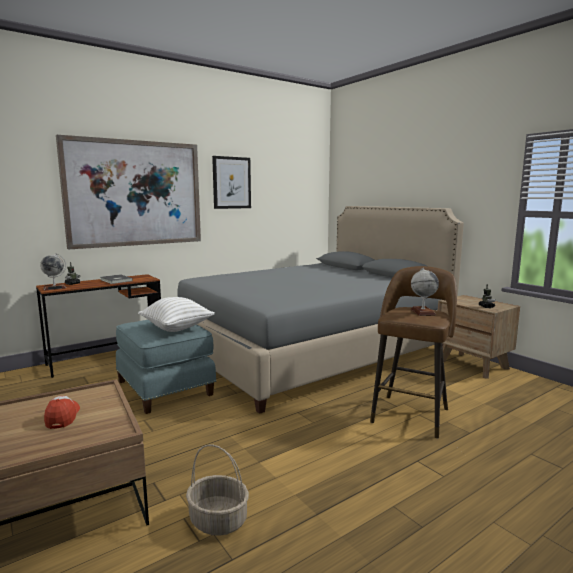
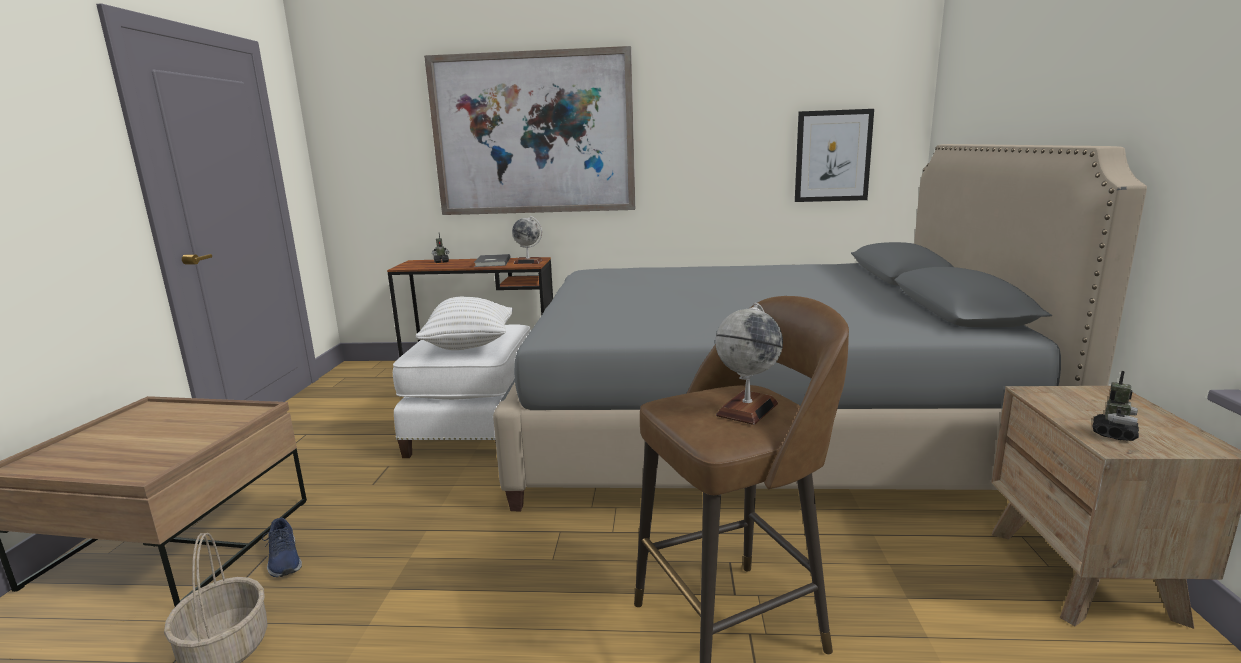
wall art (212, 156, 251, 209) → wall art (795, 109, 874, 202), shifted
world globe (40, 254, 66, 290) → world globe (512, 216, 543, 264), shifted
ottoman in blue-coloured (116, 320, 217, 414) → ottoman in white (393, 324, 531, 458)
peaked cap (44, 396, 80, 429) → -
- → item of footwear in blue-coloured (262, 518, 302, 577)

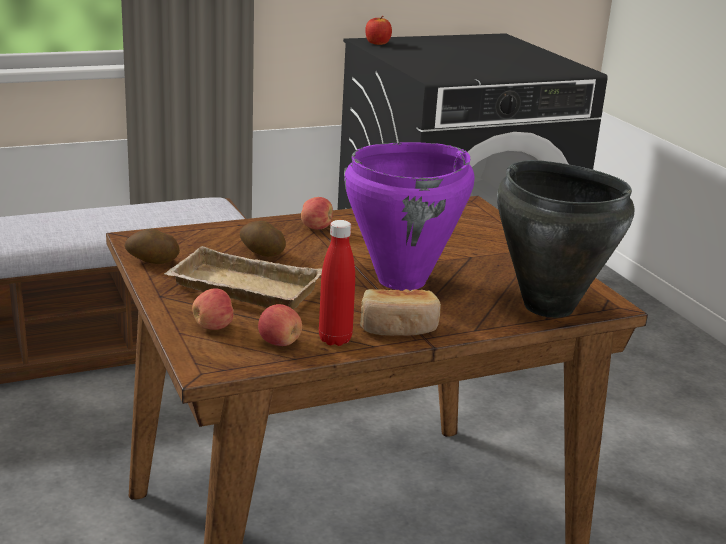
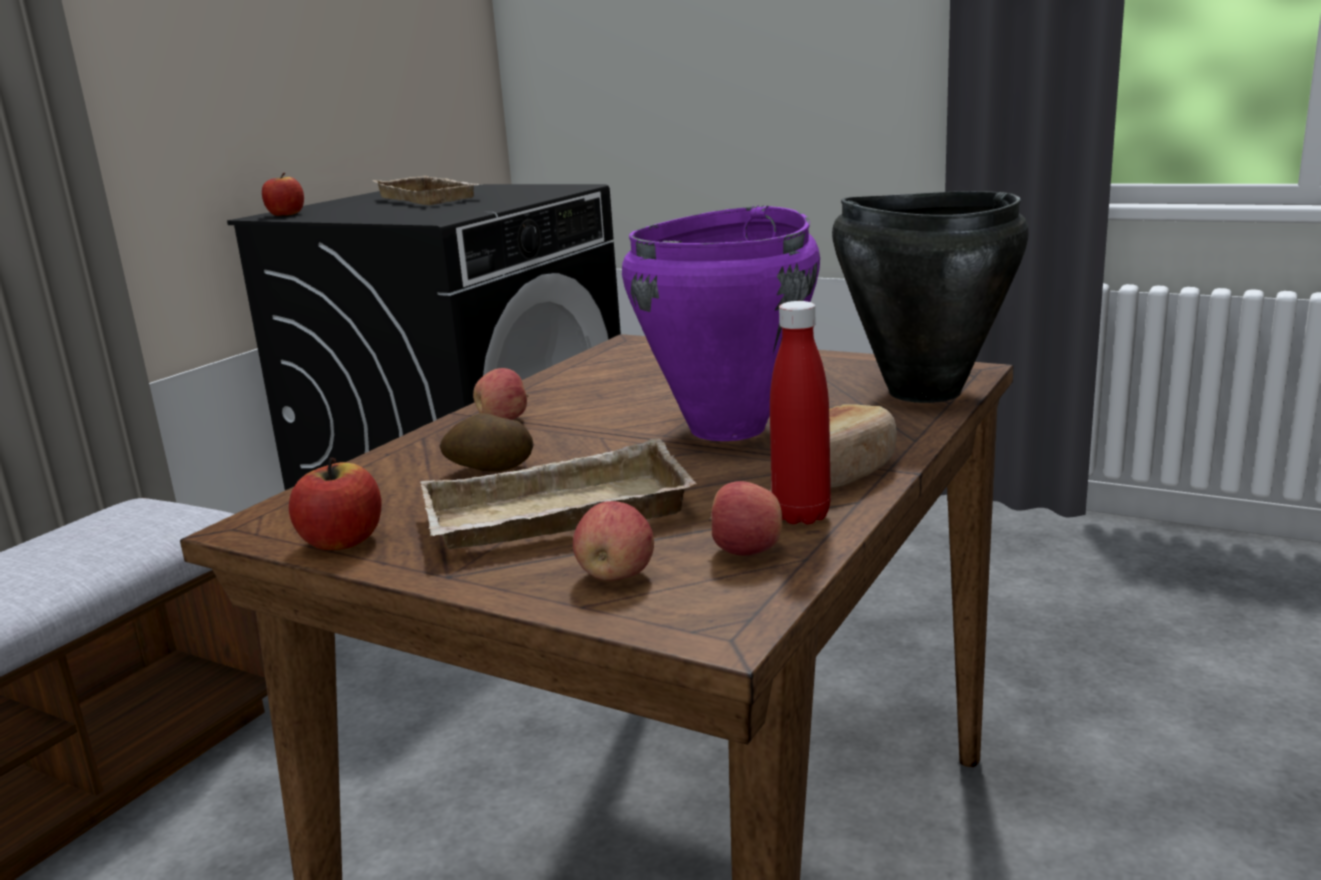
potato (125, 228, 180, 264) → apple fruit (289, 458, 381, 550)
- → carrying tray in beige-coloured (372, 176, 481, 205)

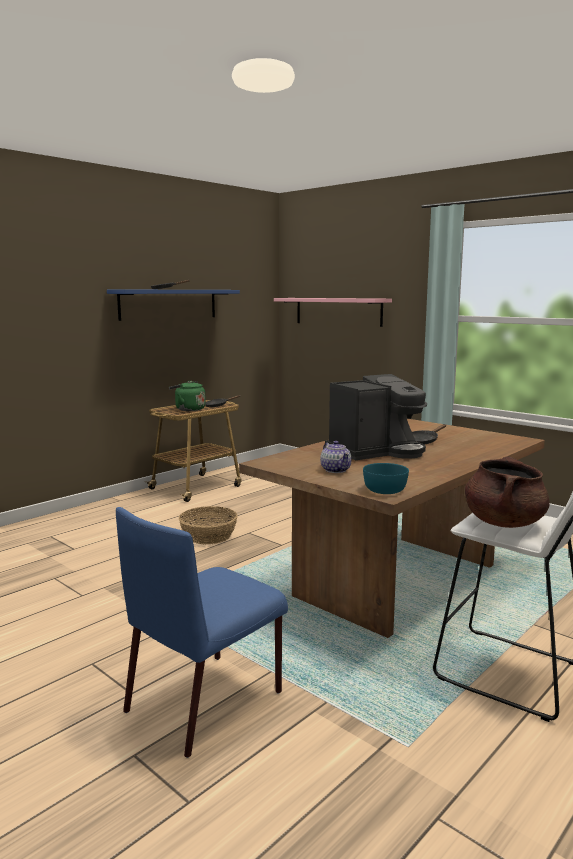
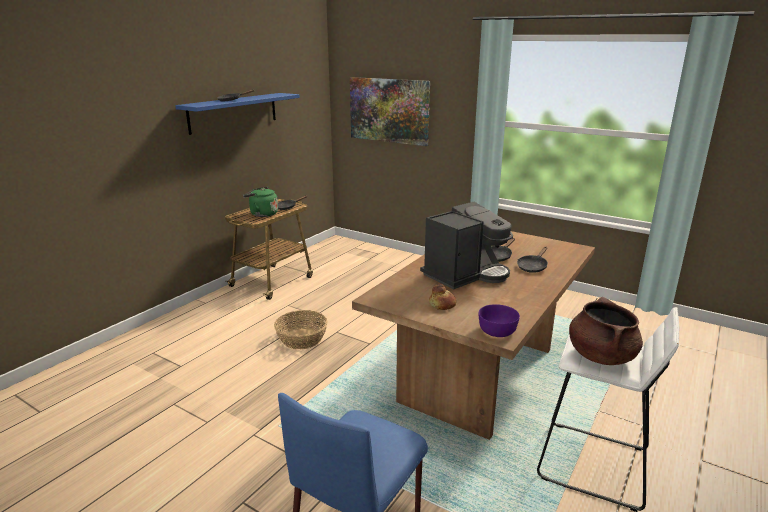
shelf in pink (274, 298, 392, 327) → wall art (350, 77, 430, 146)
teapot (320, 441, 352, 473) → baked bread (429, 284, 456, 310)
bowl in blue-green (363, 463, 409, 494) → bowl in purple-coloured (479, 304, 520, 337)
- → skillet in black (517, 247, 548, 273)

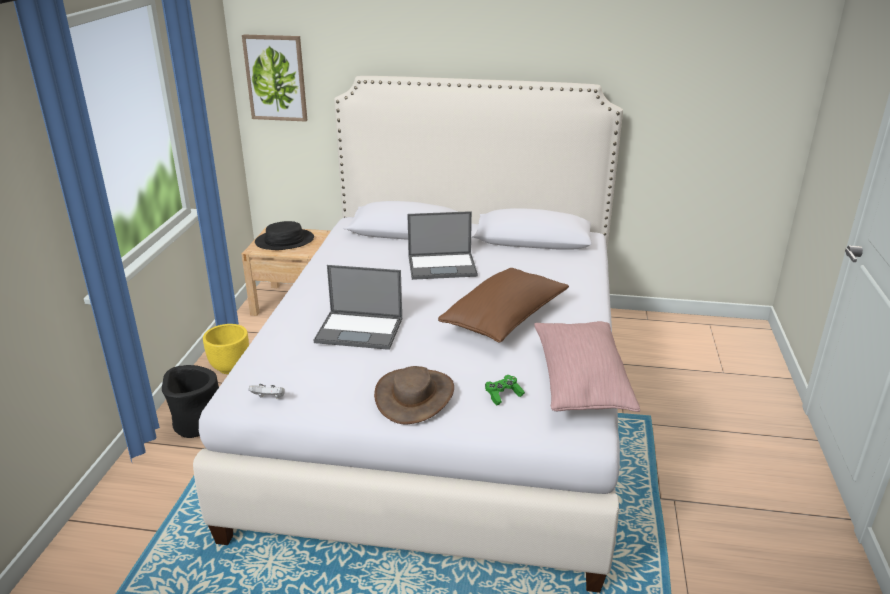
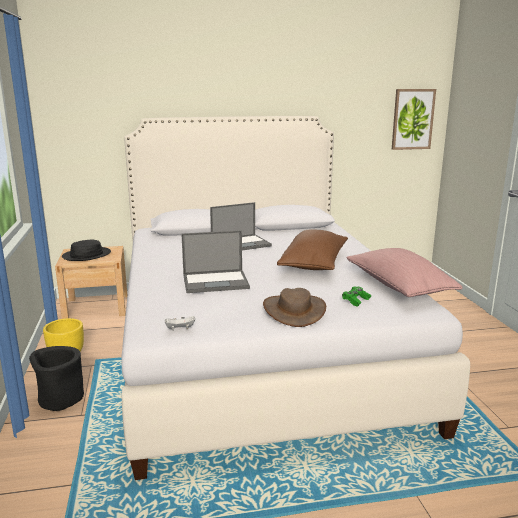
wall art (242, 35, 307, 122) → wall art (392, 89, 436, 150), shifted

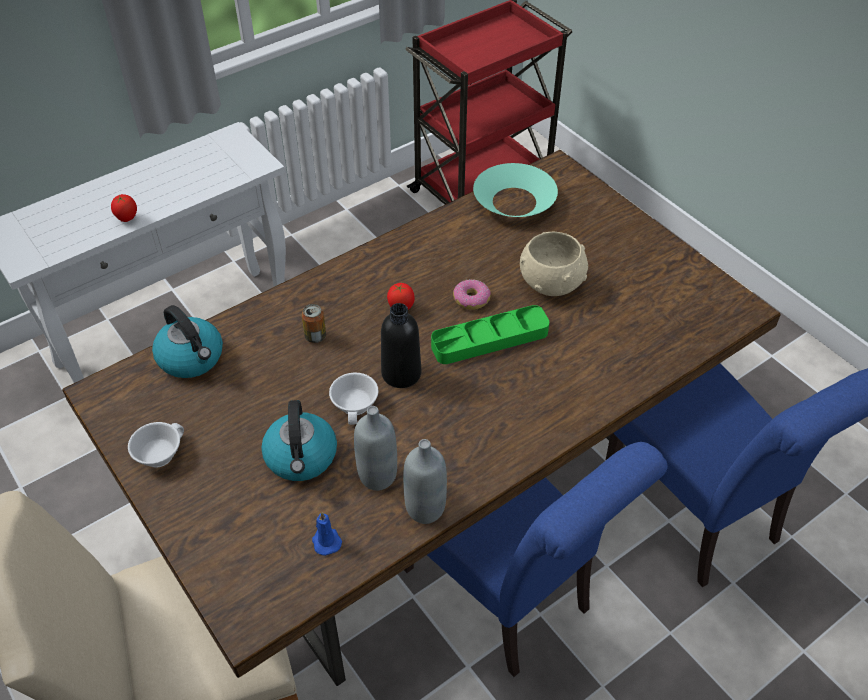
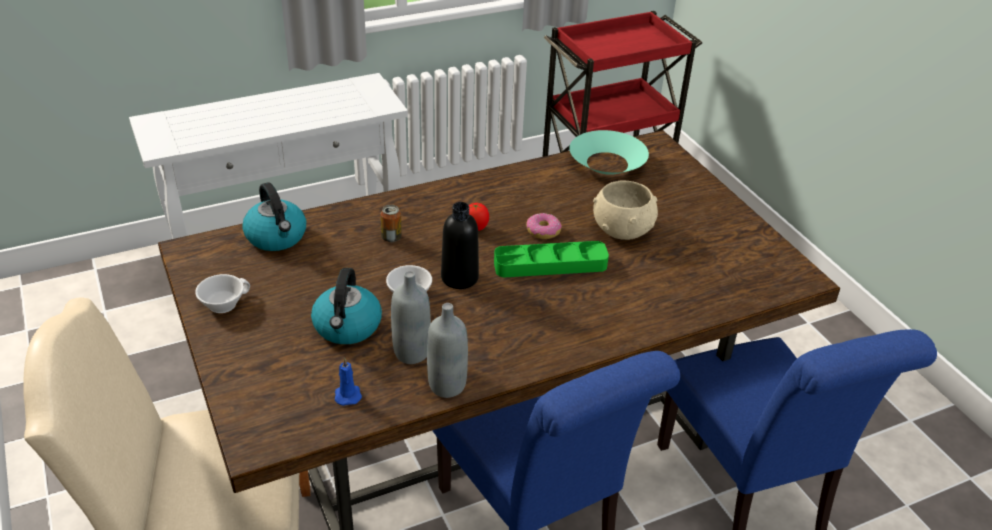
fresh tomato (111, 194, 137, 222) → -

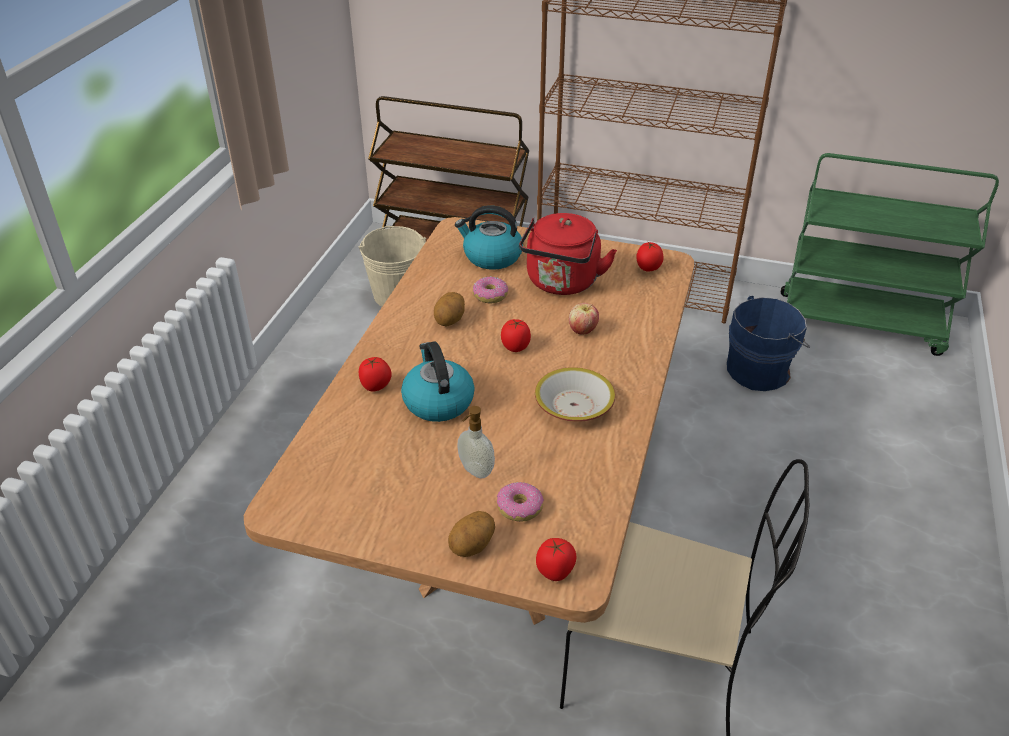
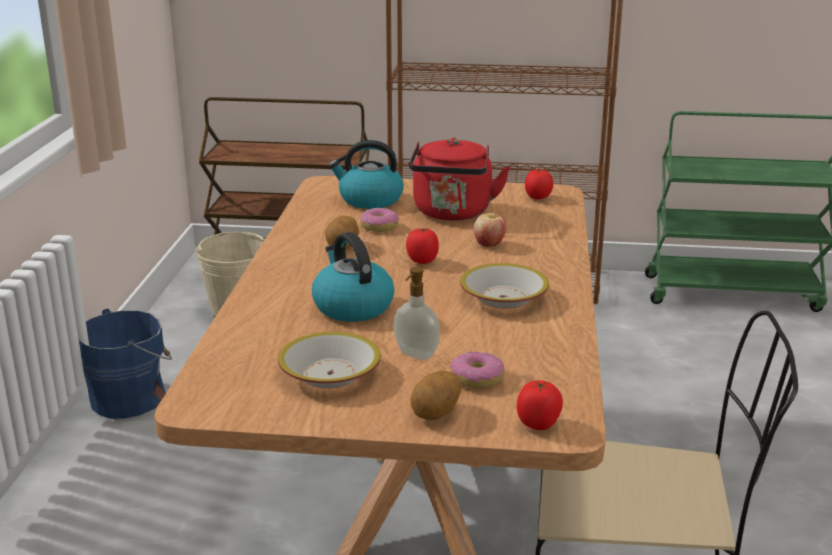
pail in blue-coloured (727, 295, 810, 391) → pail in blue-coloured (79, 308, 172, 419), shifted
fresh tomato (359, 357, 392, 392) → -
- → bowl (278, 332, 381, 388)

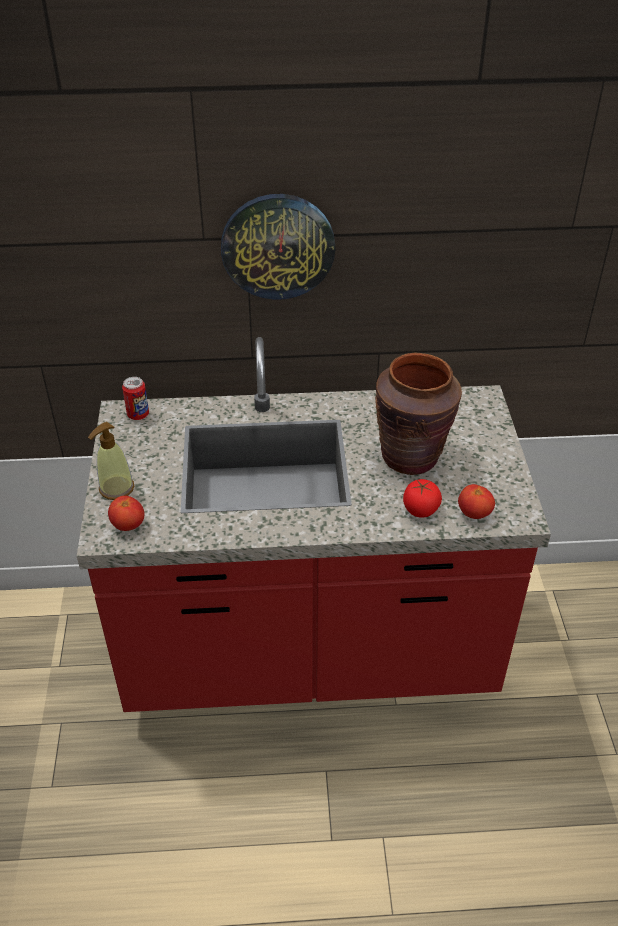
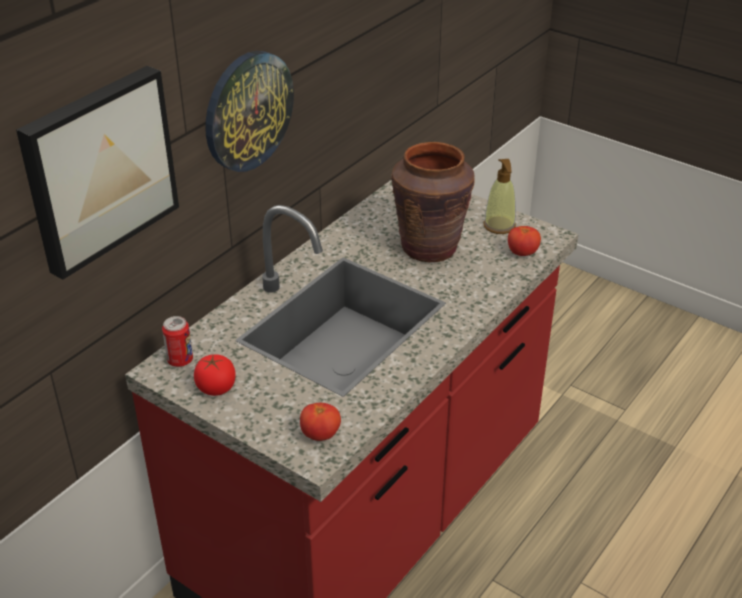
liquid soap bottle (88, 422, 134, 500) → liquid soap bottle (483, 159, 516, 234), shifted
fresh tomato (403, 479, 442, 518) → fresh tomato (194, 354, 236, 396), shifted
- → wall art (16, 66, 179, 280)

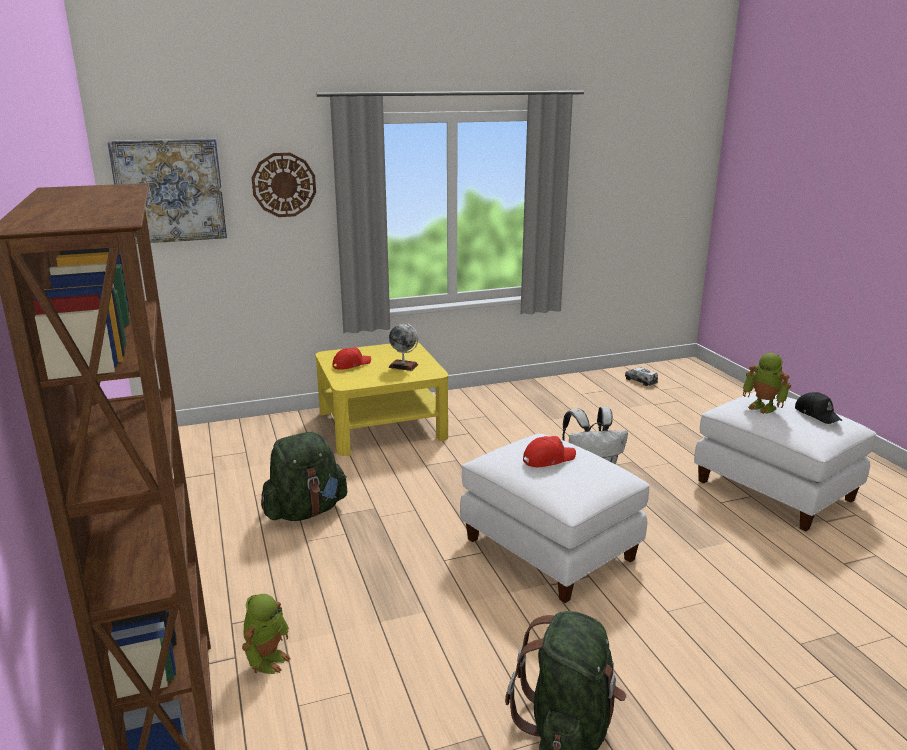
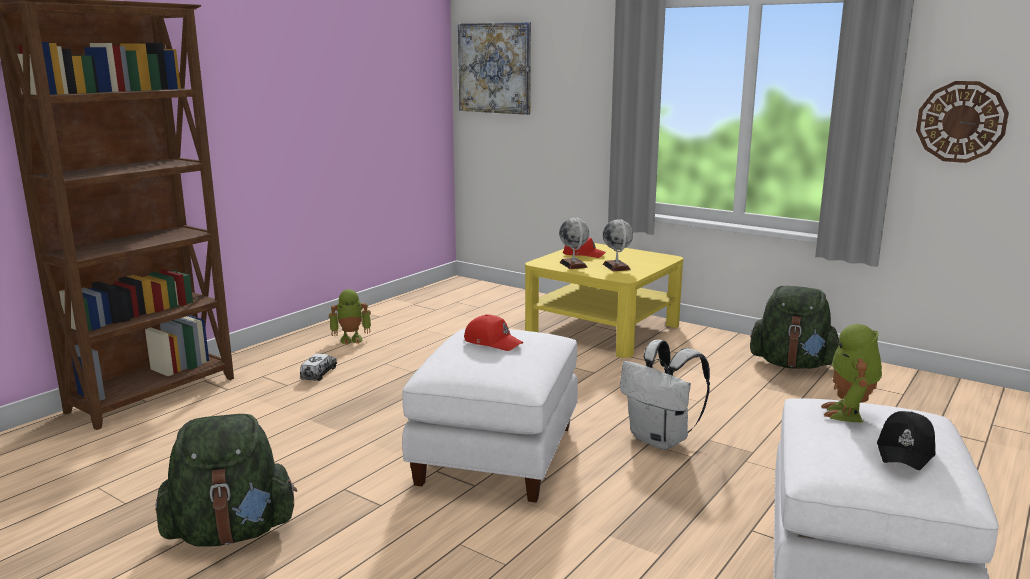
hanging clock (252, 153, 316, 217) → hanging clock (916, 81, 1009, 163), shifted
model truck (625, 367, 658, 386) → model truck (300, 354, 337, 381), shifted
knapsack in green (261, 432, 347, 521) → knapsack in green (750, 286, 839, 369), shifted
robot figure (242, 594, 291, 674) → robot figure (329, 289, 371, 345), shifted
- → world globe (559, 218, 589, 269)

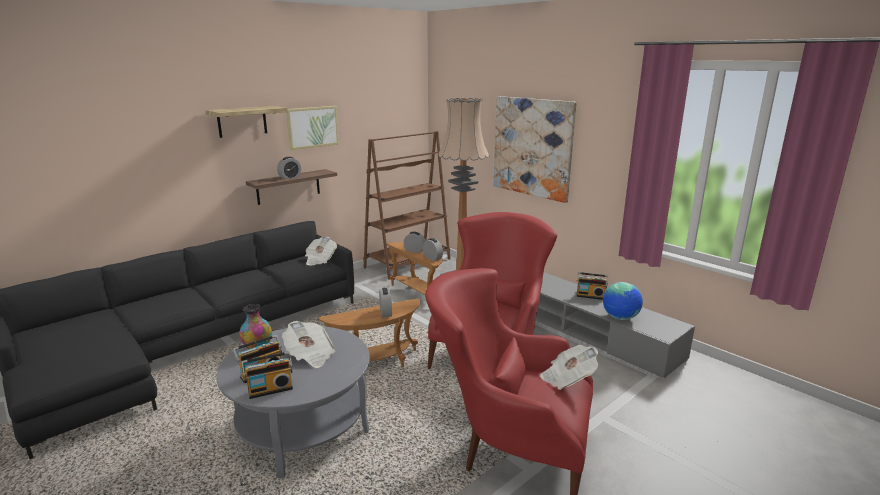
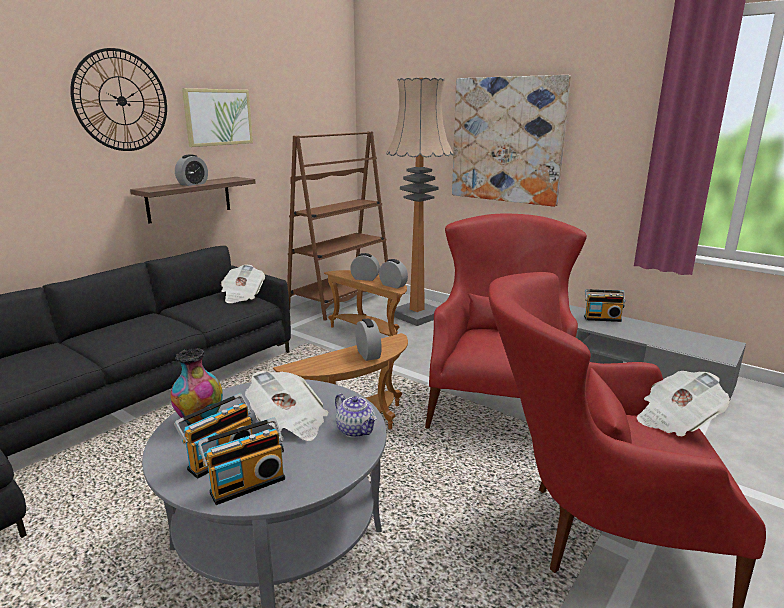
shelf (205, 106, 288, 138) → hanging clock (70, 48, 167, 151)
world globe (603, 282, 643, 320) → -
- → teapot (335, 393, 377, 438)

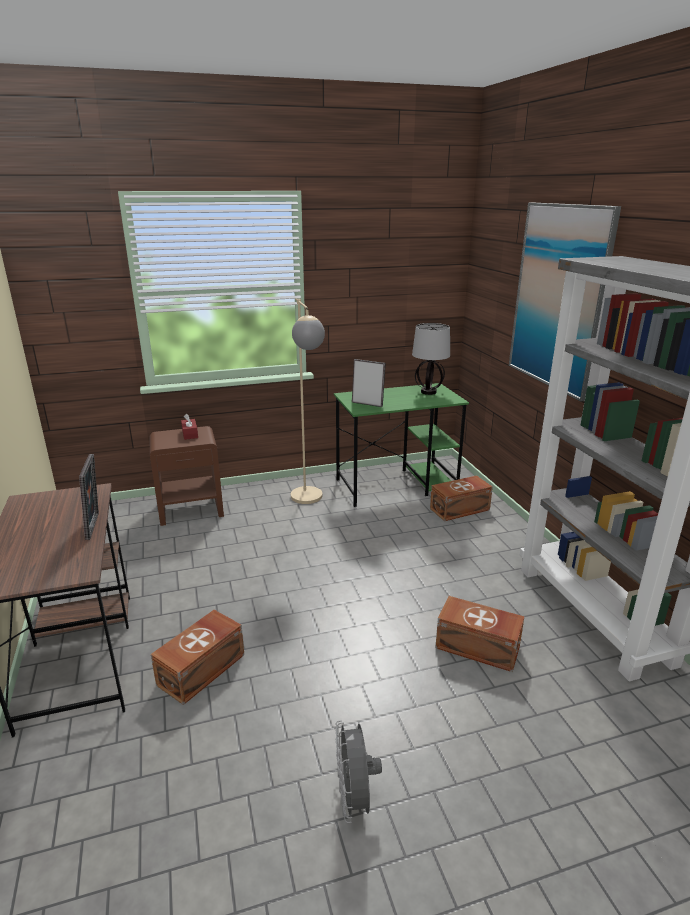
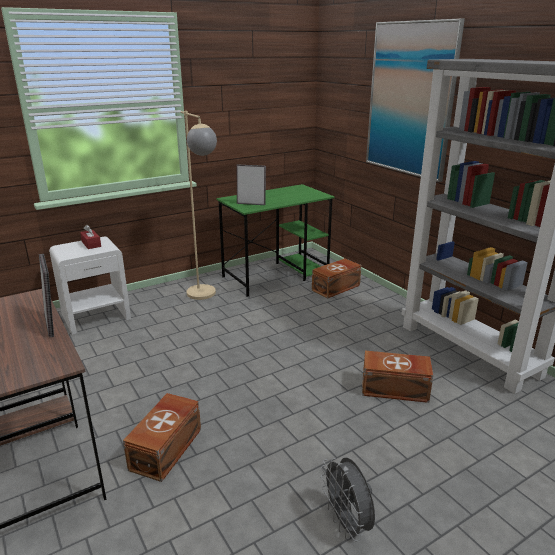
tabletop lamp (412, 323, 450, 395) → -
night table in brown-coloured (150, 426, 224, 526) → night table in white (49, 237, 131, 335)

